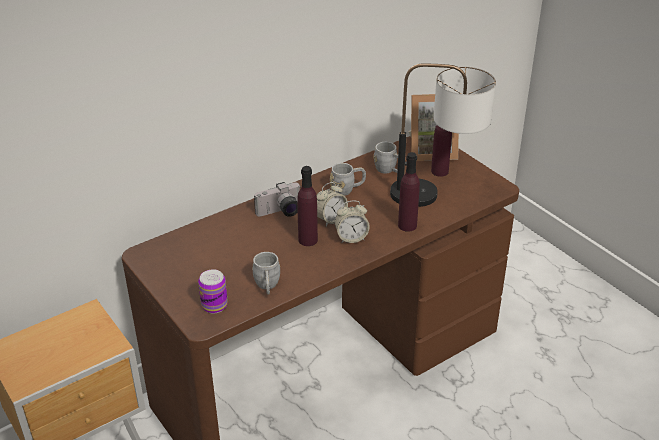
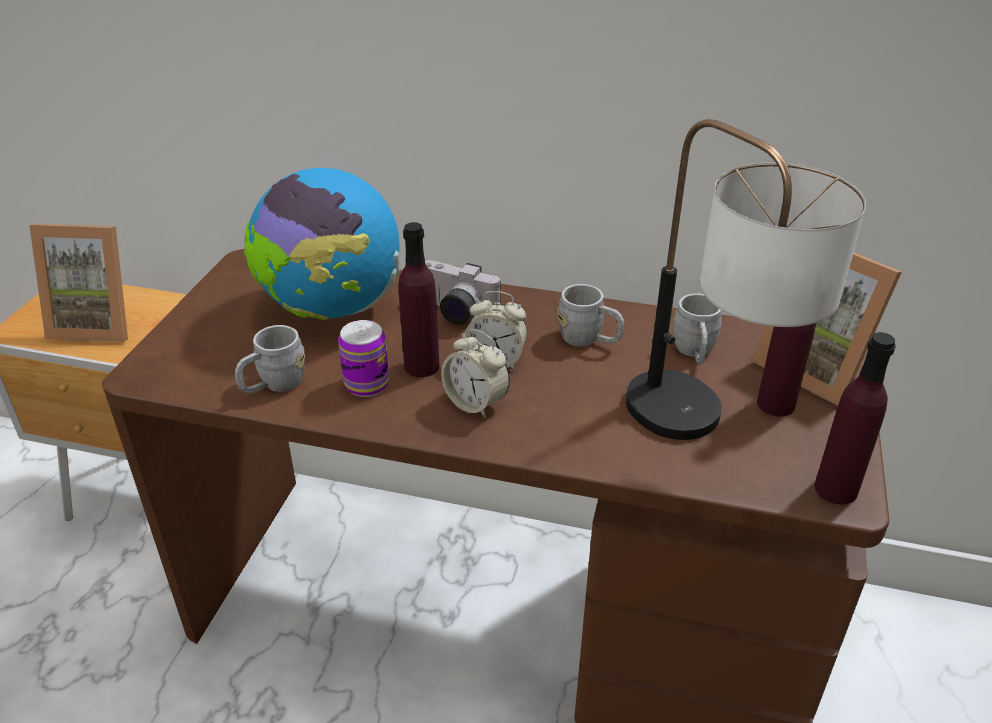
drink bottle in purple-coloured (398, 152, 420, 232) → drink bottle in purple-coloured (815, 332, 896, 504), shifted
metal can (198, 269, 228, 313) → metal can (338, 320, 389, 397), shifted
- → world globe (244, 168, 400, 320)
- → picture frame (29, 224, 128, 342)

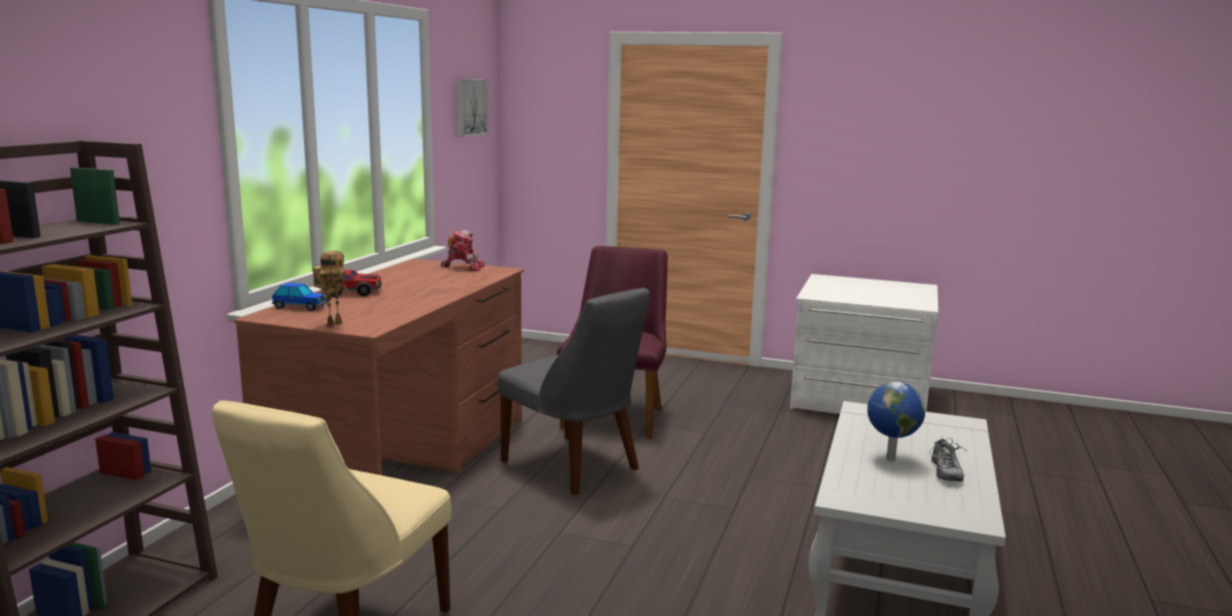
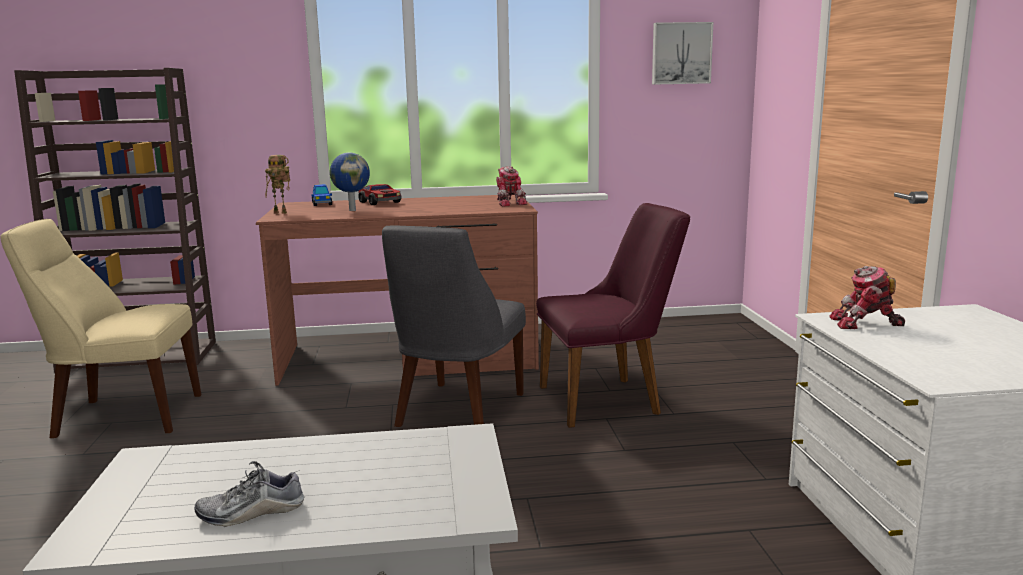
world globe (867, 382, 925, 461) → world globe (330, 153, 370, 211), shifted
- → robot figure (829, 266, 905, 329)

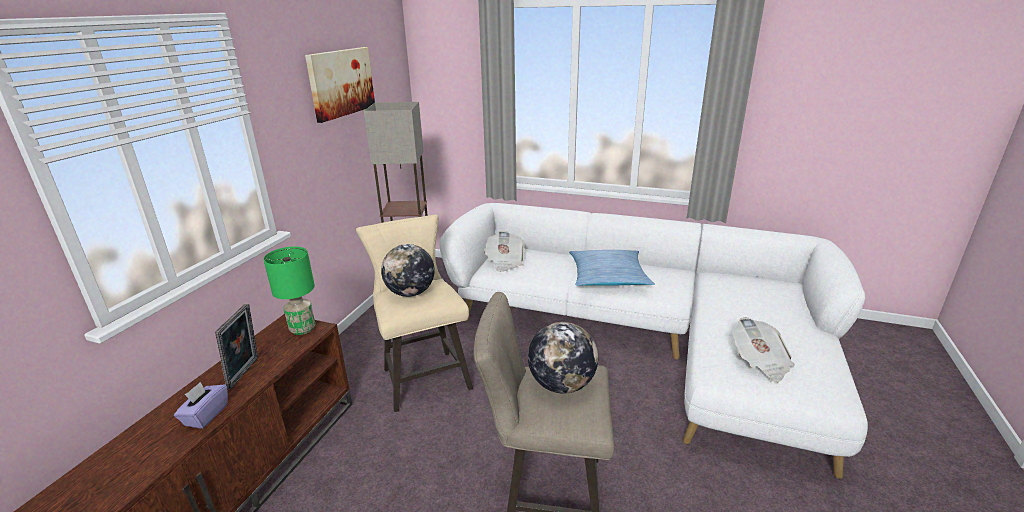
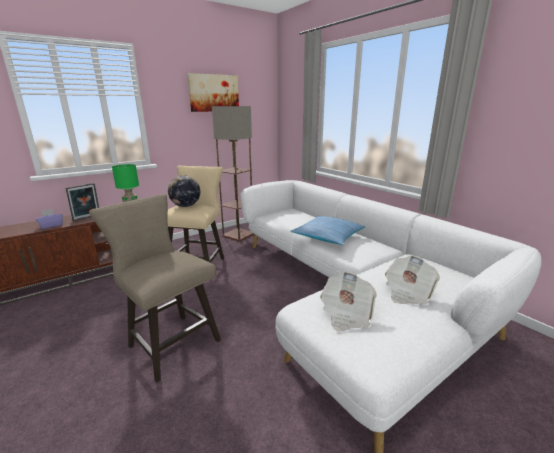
daily paper (484, 231, 525, 272) → daily paper (385, 255, 440, 304), shifted
world globe (528, 322, 598, 394) → -

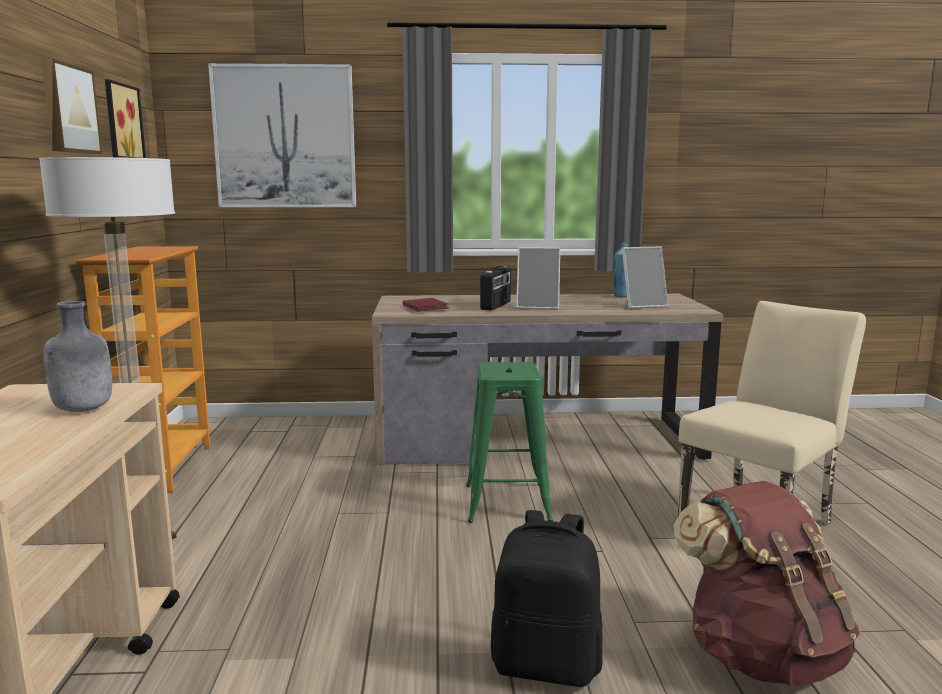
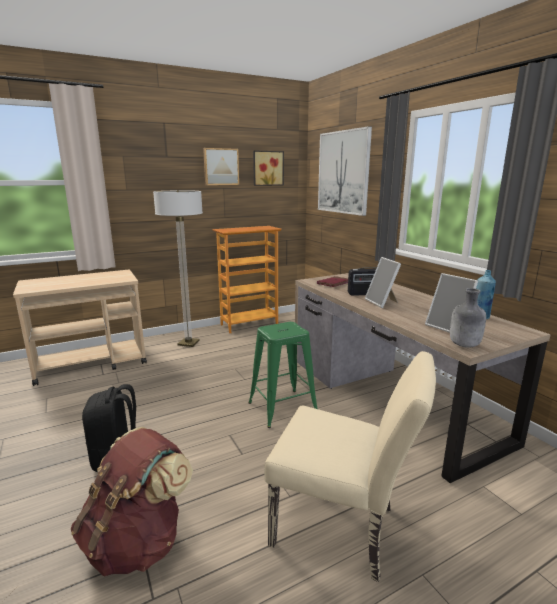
drink bottle in grey (44, 301, 112, 412) → drink bottle in grey (450, 288, 486, 348), shifted

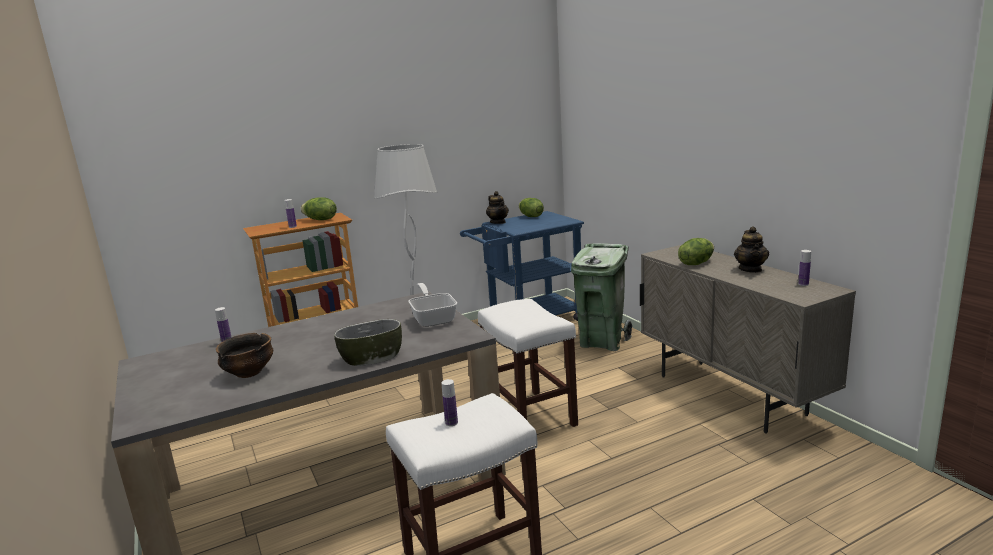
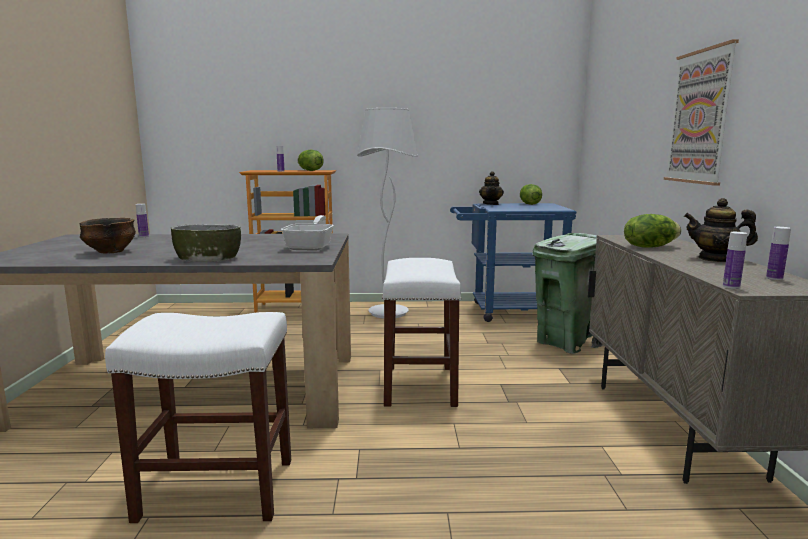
teapot (734, 226, 769, 273) → teapot (684, 198, 758, 262), 75 degrees clockwise
drink bottle (441, 379, 458, 426) → drink bottle (723, 232, 748, 289), shifted
- → wall art (664, 39, 739, 186)

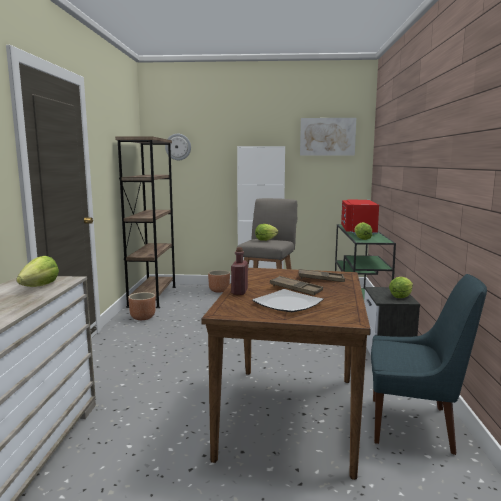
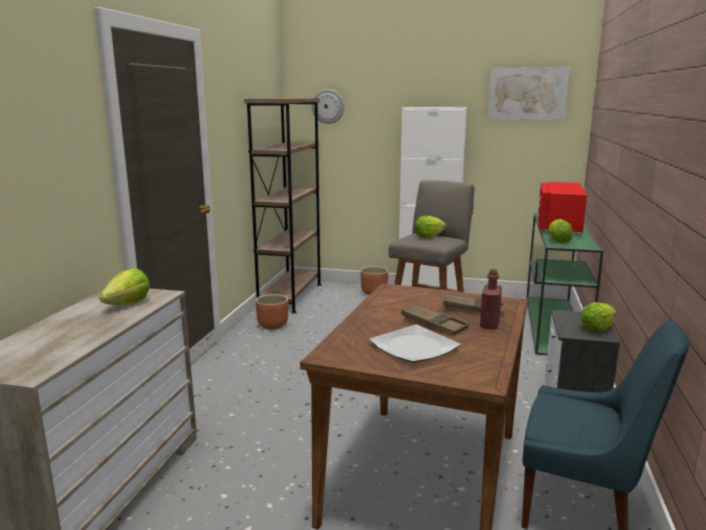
drink bottle in reddish (231, 247, 248, 295) → drink bottle in reddish (480, 269, 502, 329), shifted

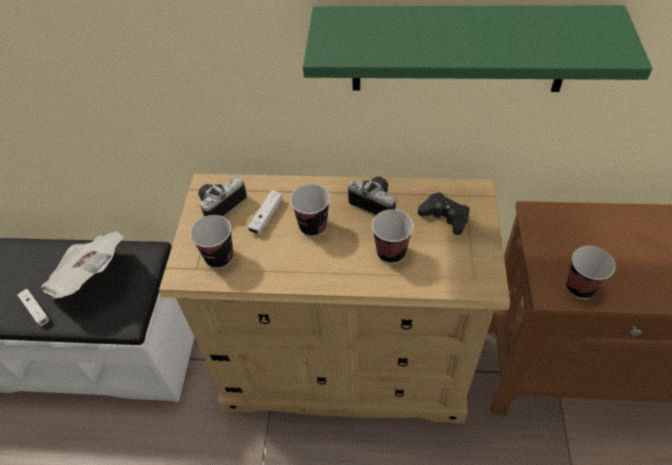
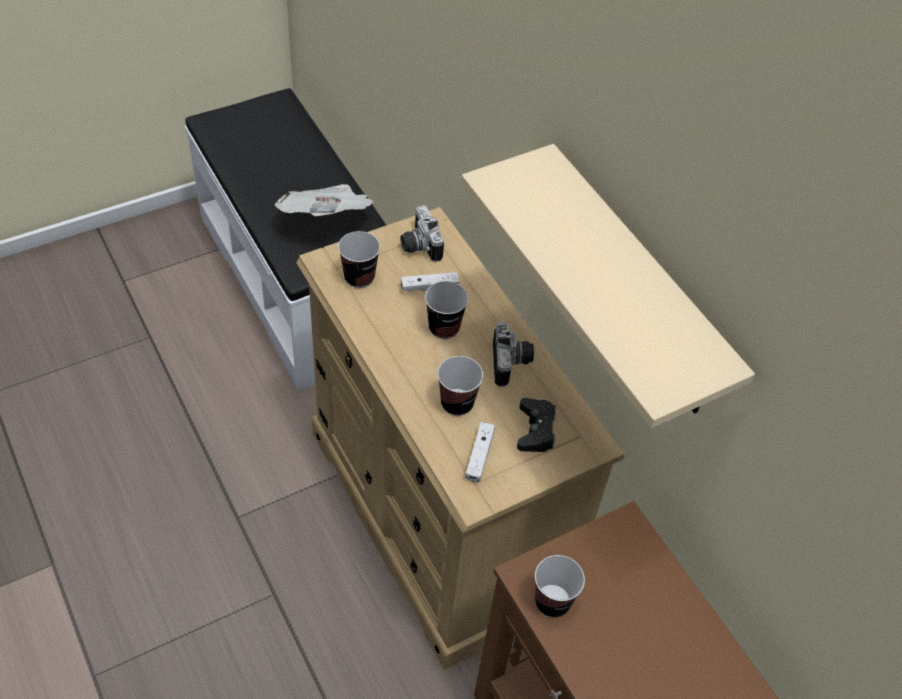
shelf in green (303, 5, 652, 92) → shelf in beige-coloured (461, 144, 755, 428)
still camera (198, 176, 247, 217) → still camera (400, 205, 444, 262), 120 degrees counterclockwise
gamepad in white (17, 289, 49, 326) → gamepad in white (465, 422, 495, 482), shifted

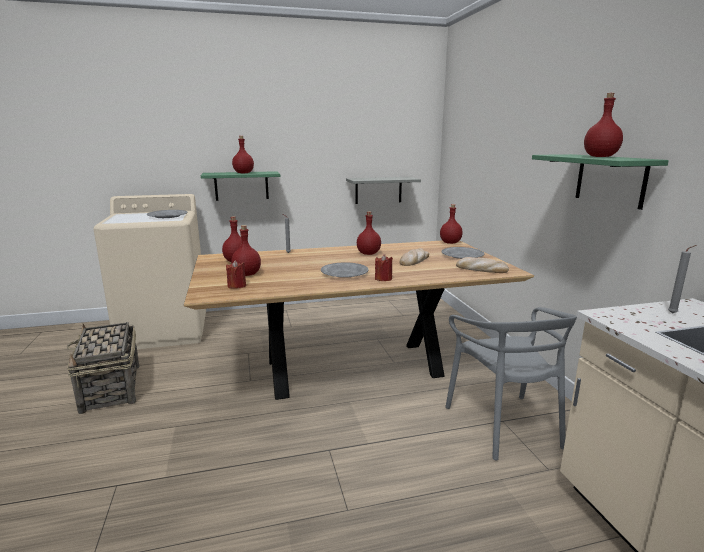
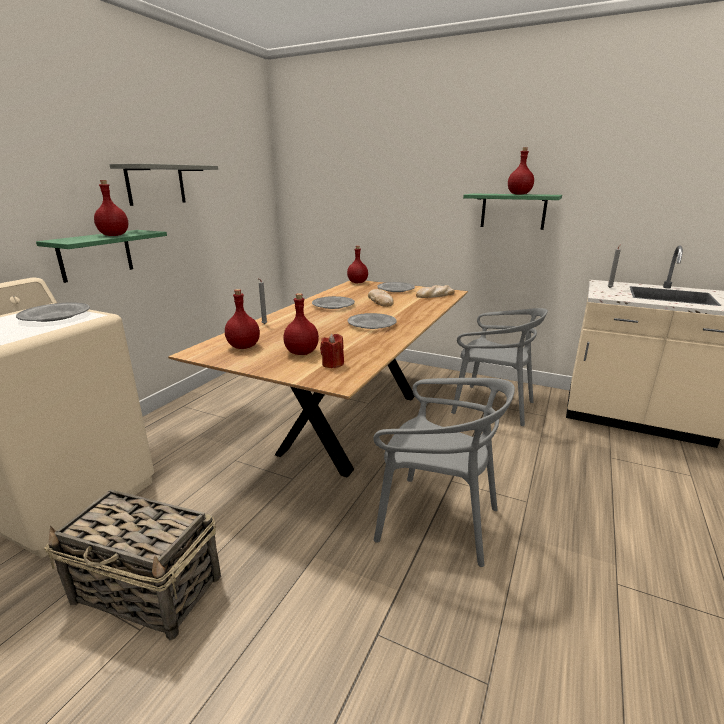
shelf in grey (346, 177, 421, 204) → shelf in grey (109, 163, 218, 206), shifted
drink bottle in reddish (357, 211, 381, 255) → plate in grey (312, 296, 355, 309)
wax light in reddish (375, 254, 393, 281) → -
- → plain chair in grey (373, 378, 515, 567)

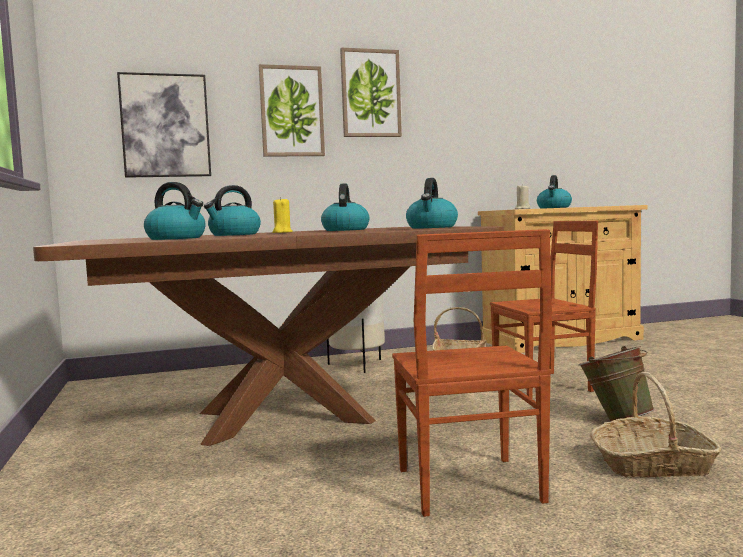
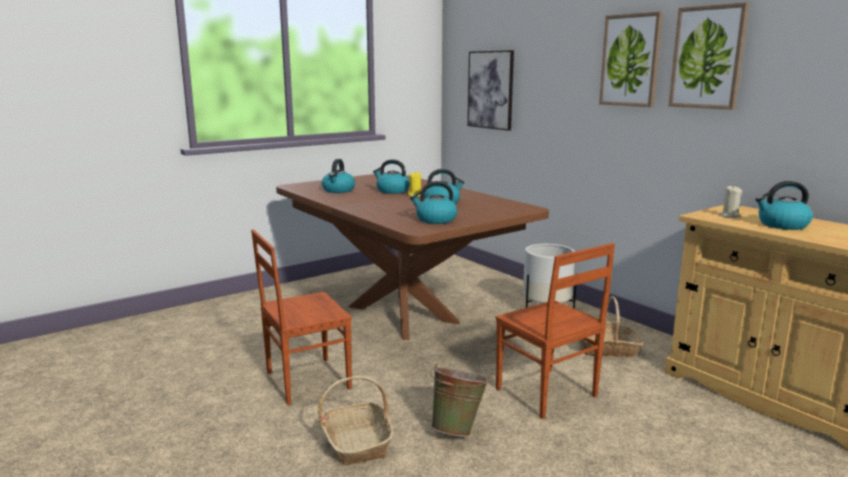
wall art (259, 64, 325, 157) → wall art (669, 2, 749, 110), shifted

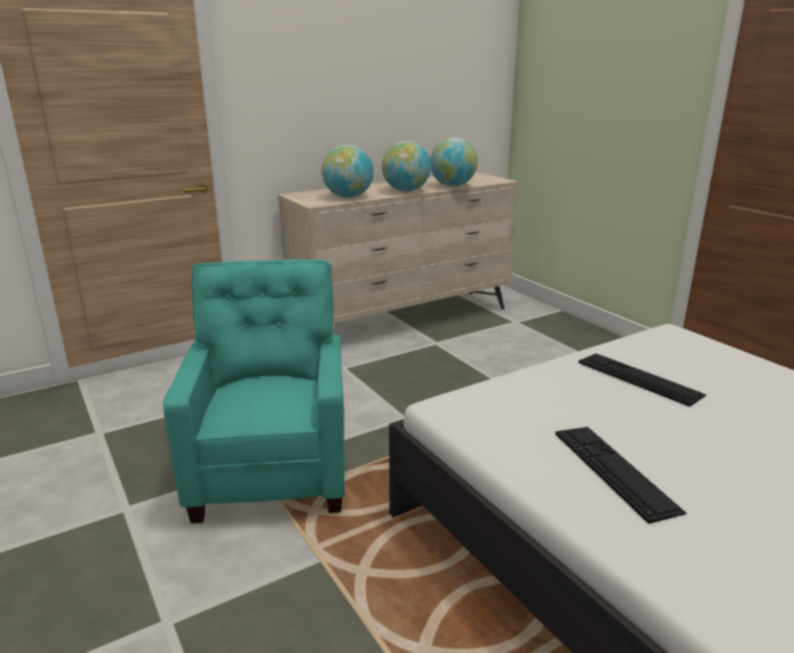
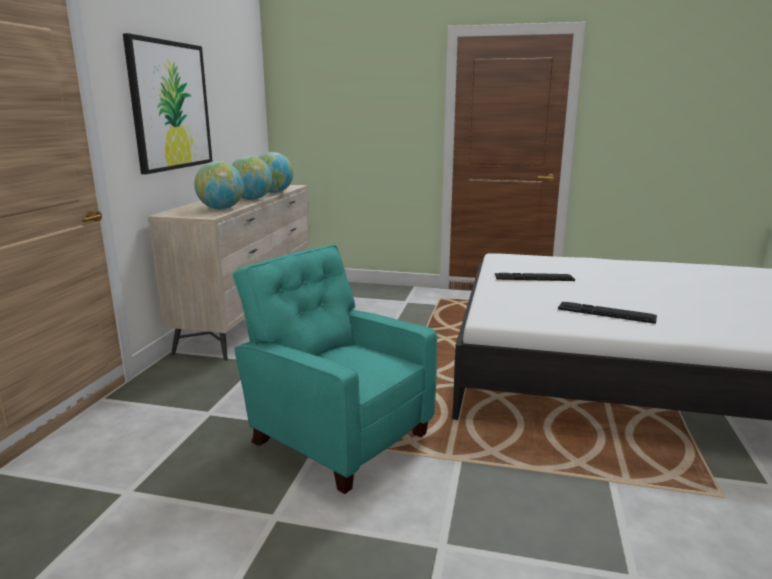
- → wall art (123, 33, 213, 174)

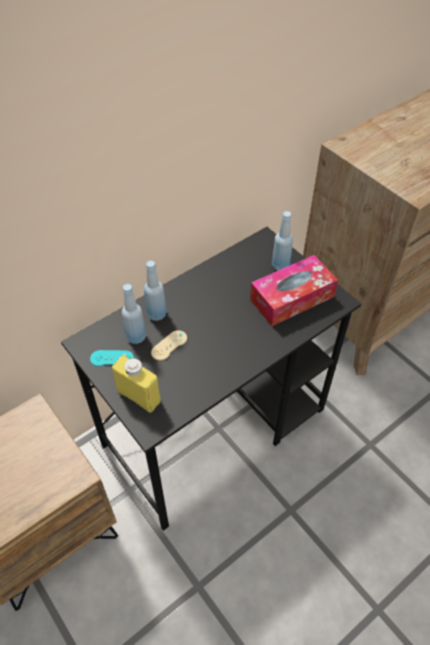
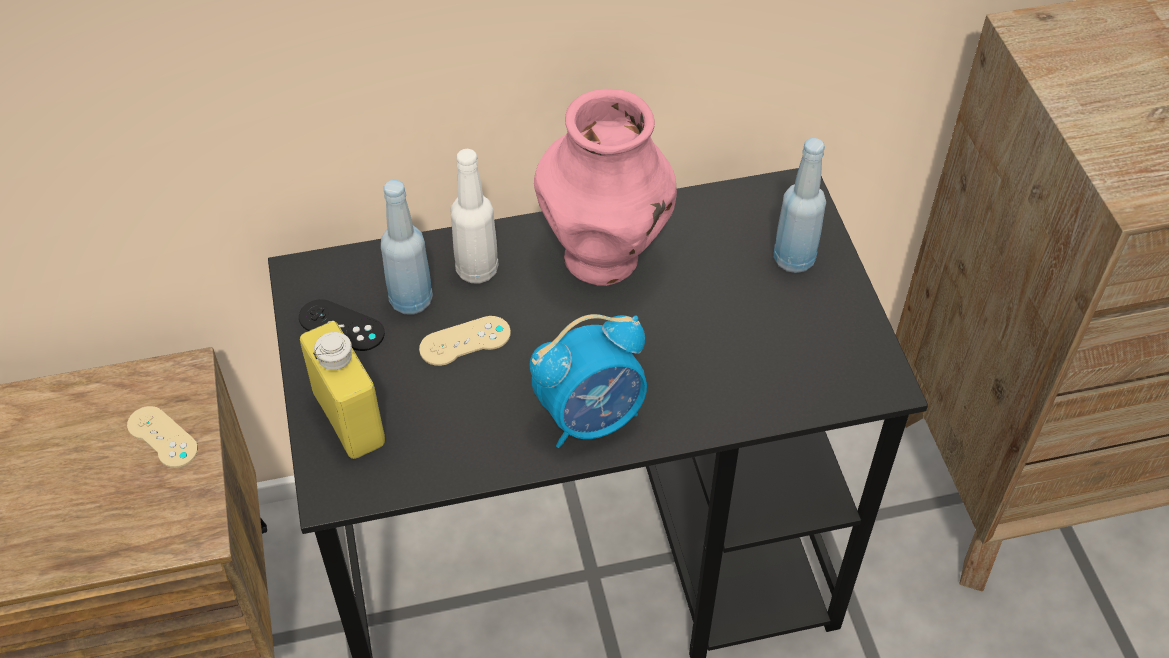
box of tissues (250, 255, 338, 326) → -
drink bottle in blue-coloured (144, 261, 166, 321) → drink bottle in white (451, 149, 499, 284)
gamepad in blue-green (90, 350, 134, 366) → gamepad in black (299, 299, 385, 351)
- → decorative vase in pink (534, 89, 677, 286)
- → alarm clock (530, 314, 647, 448)
- → gamepad in beige-coloured (127, 406, 198, 468)

